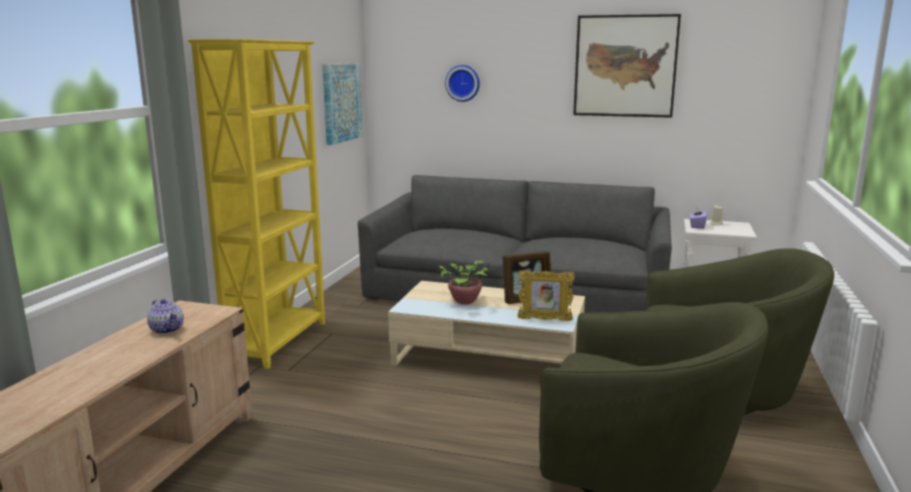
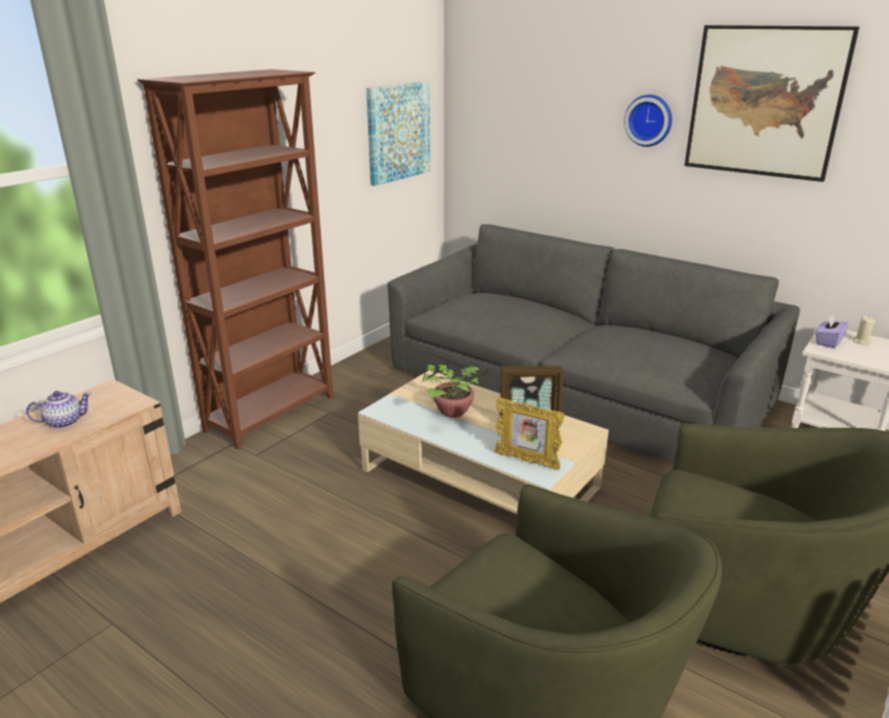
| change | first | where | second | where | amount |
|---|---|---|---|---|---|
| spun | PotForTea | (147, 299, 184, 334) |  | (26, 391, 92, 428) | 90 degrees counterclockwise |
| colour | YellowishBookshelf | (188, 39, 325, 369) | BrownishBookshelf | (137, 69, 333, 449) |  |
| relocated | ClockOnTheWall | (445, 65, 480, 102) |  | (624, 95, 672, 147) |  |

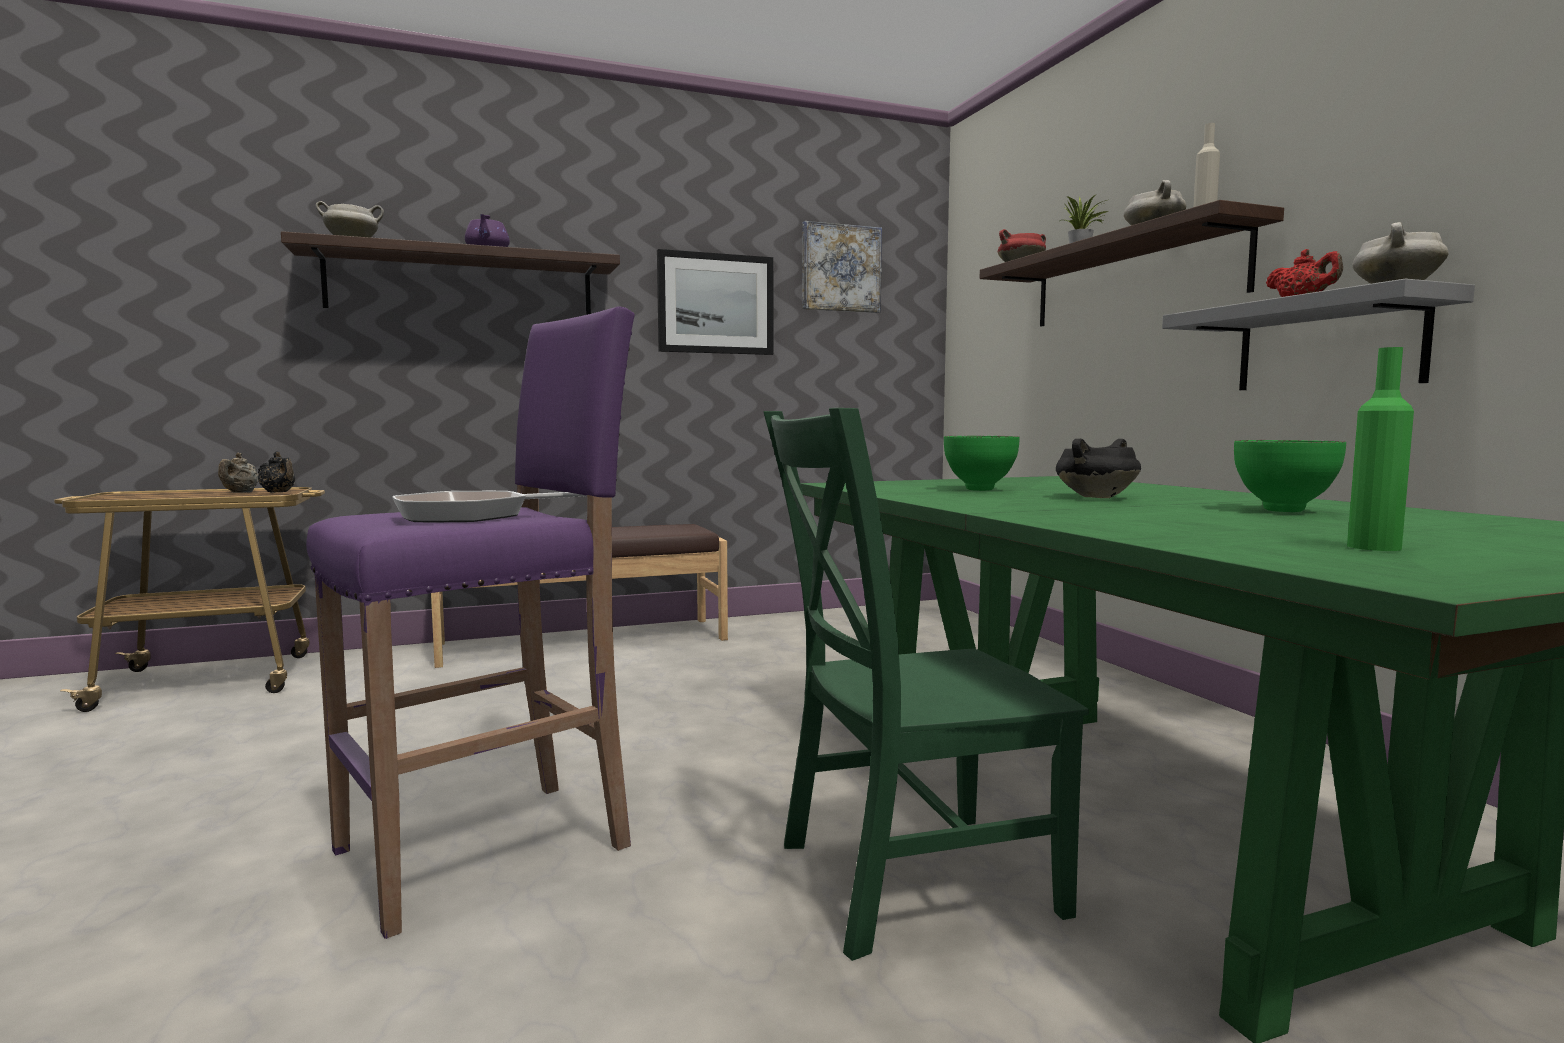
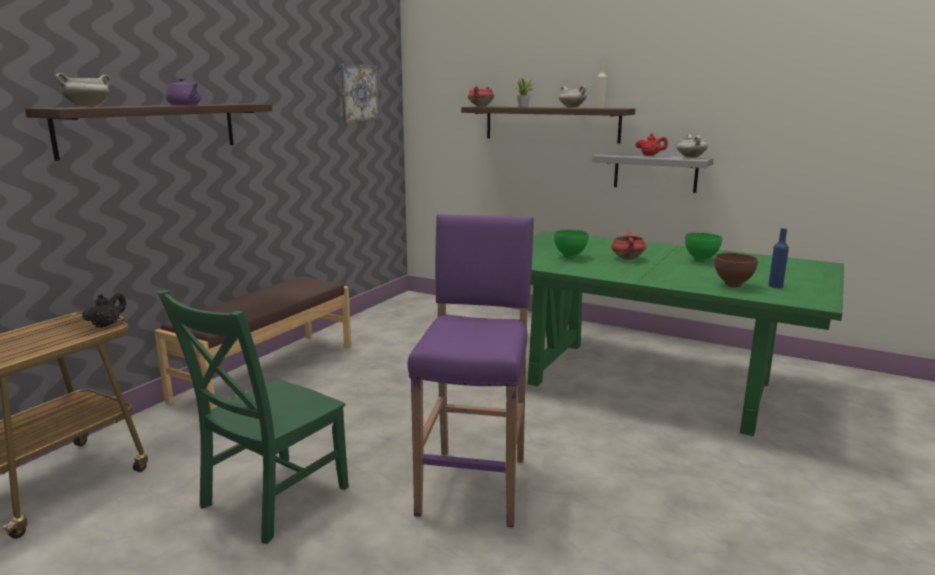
| change | first | where | second | where | amount |
|---|---|---|---|---|---|
| spun | BlackishPotForTea | (258, 451, 295, 493) |  | (82, 293, 127, 328) | 60 degrees counterclockwise |
| relocated | GreenPlainChair | (763, 408, 1089, 961) |  | (157, 290, 349, 544) |  |
| colour | BlackishCookingPot | (1056, 439, 1141, 498) | RedCookingPot | (611, 231, 646, 260) |  |
| appeared |  |  | BrownishBowl | (715, 253, 758, 287) |  |
| colour | GreenDrinkBottle | (1347, 347, 1414, 551) | BlueDrinkBottle | (768, 228, 789, 288) |  |
| missing | BeigeColouredPotForTea | (218, 453, 258, 493) |  |  |  |
| missing | Skillet | (393, 491, 587, 522) |  |  |  |
| missing | WallArt | (657, 249, 773, 355) |  |  |  |

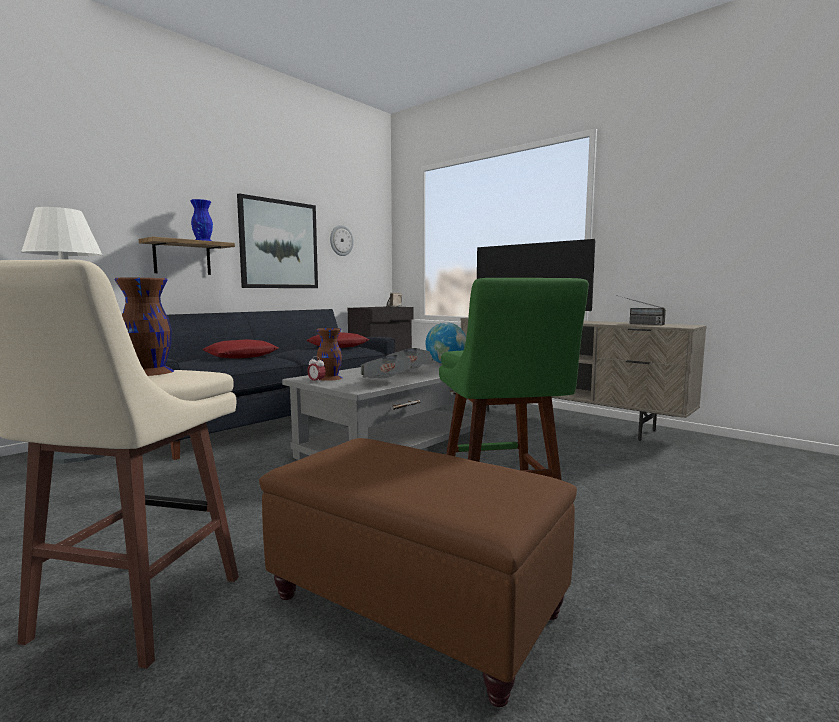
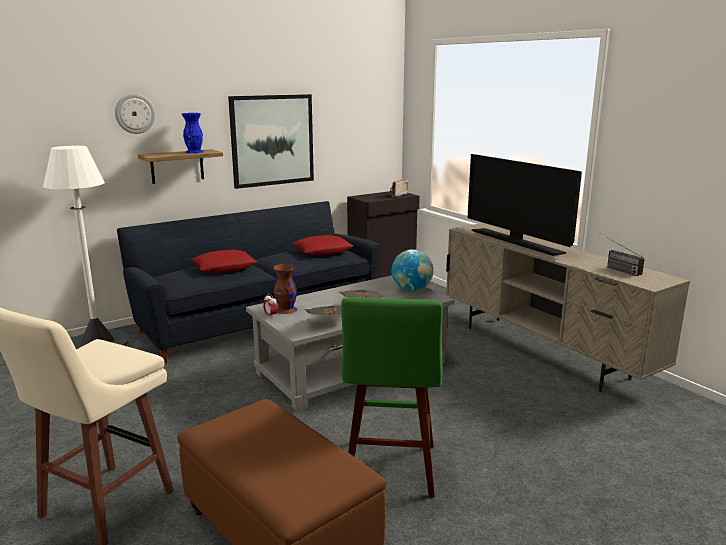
| change | first | where | second | where | amount |
|---|---|---|---|---|---|
| relocated | ClockOnTheWall | (330, 225, 354, 256) |  | (115, 93, 155, 134) |  |
| missing | BrownishFlowerVase | (114, 278, 174, 376) |  |  |  |

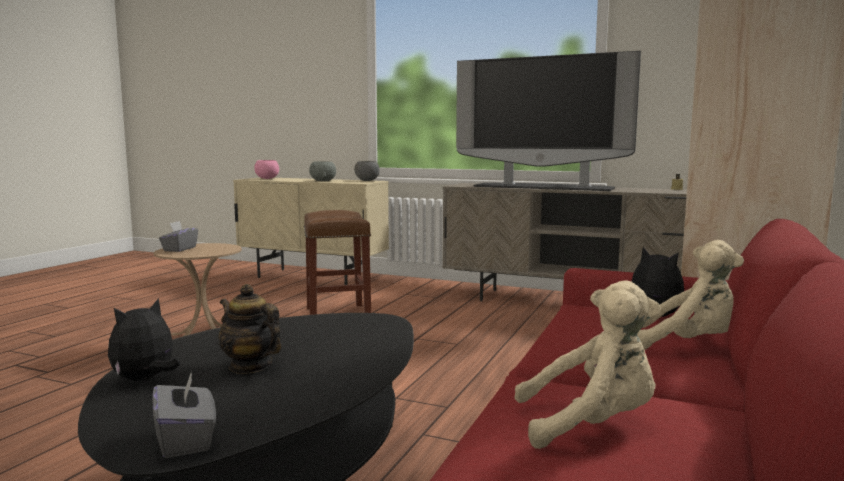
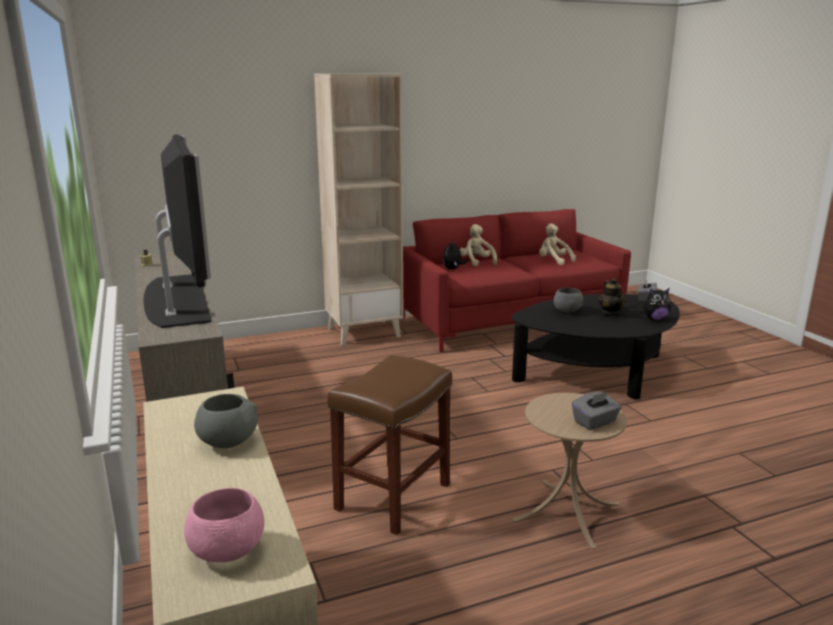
| change | first | where | second | where | amount |
|---|---|---|---|---|---|
| relocated | GreyishBowl | (354, 161, 380, 181) |  | (553, 288, 583, 313) |  |

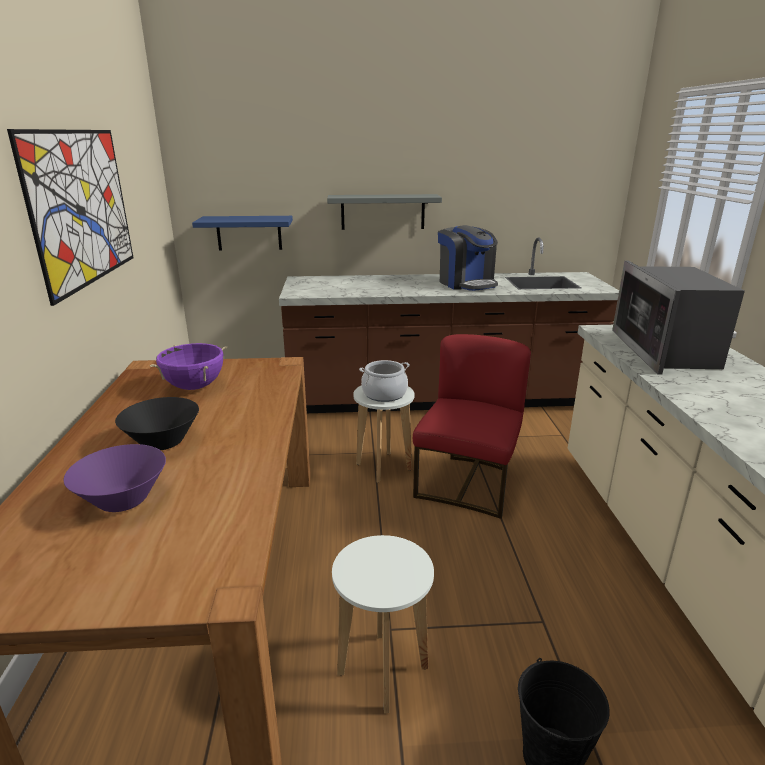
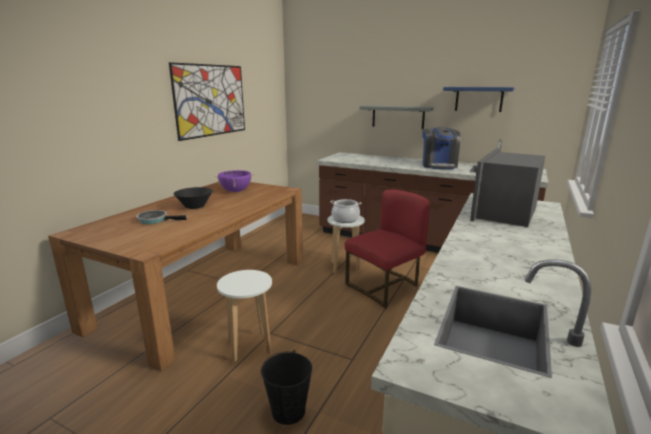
| change | first | where | second | where | amount |
|---|---|---|---|---|---|
| exchanged | PurpleColouredBowl | (64, 444, 166, 512) | Skillet | (136, 210, 187, 224) |  |
| relocated | BlueBracketShelf | (192, 216, 293, 251) |  | (443, 87, 515, 112) |  |

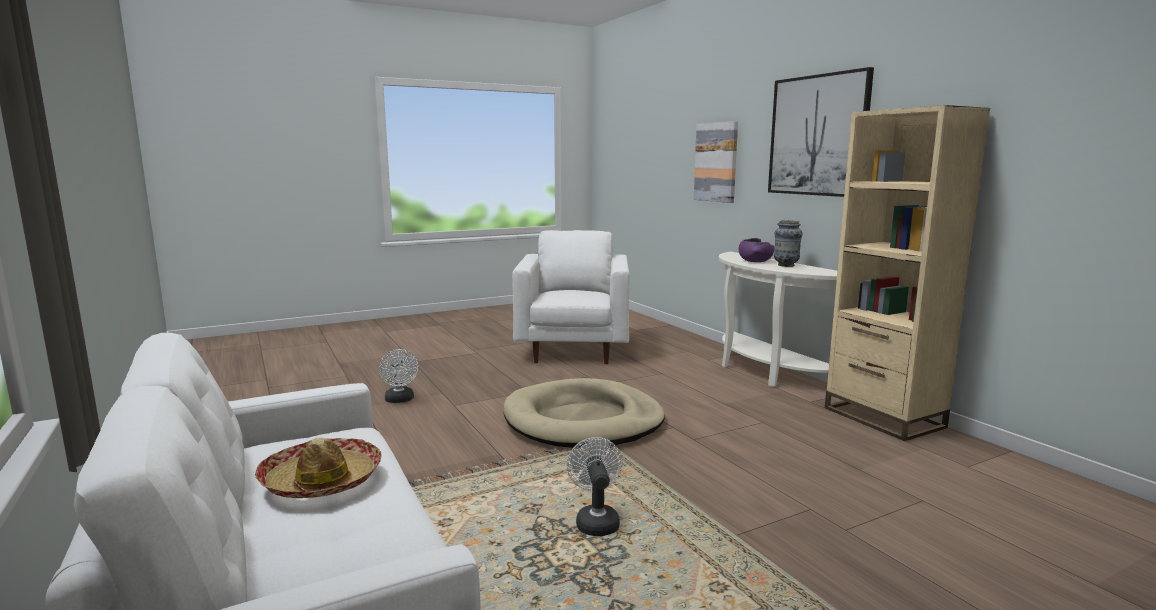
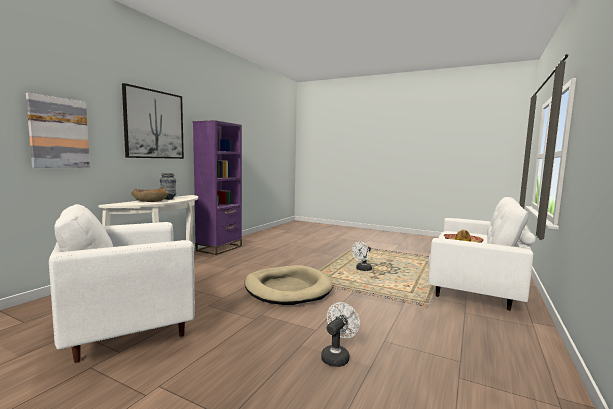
| change | first | where | second | where | amount |
|---|---|---|---|---|---|
| colour | PurpleColouredBowl | (739, 238, 775, 262) | BrownishBowl | (131, 187, 169, 202) |  |
| colour | BeigeColouredBookshelf | (825, 105, 990, 441) | PurpleColouredBookshelf | (193, 120, 242, 255) |  |

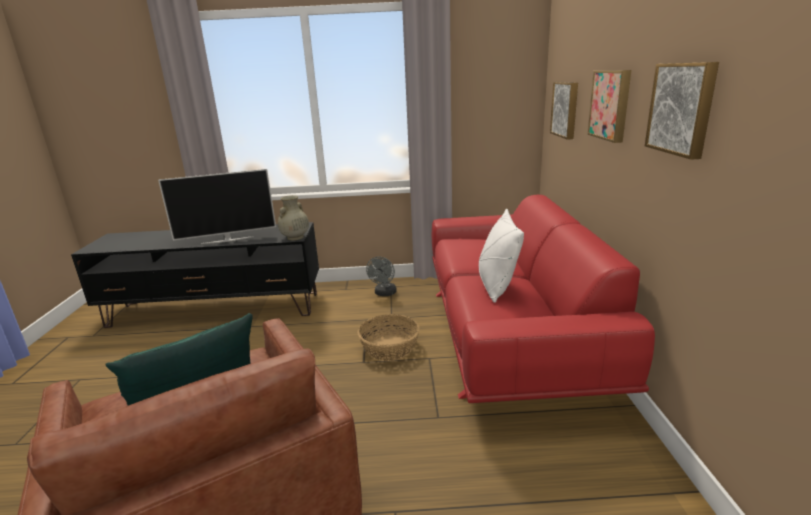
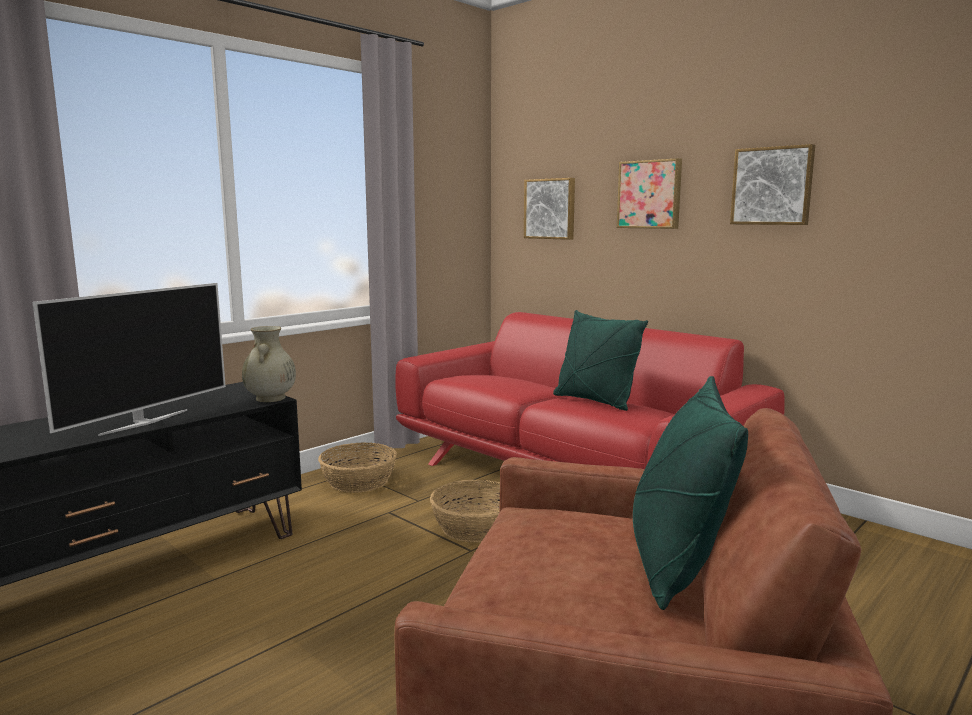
| change | first | where | second | where | amount |
|---|---|---|---|---|---|
| exchanged | GreyishCoolingFan | (366, 257, 397, 296) | Basket | (318, 442, 397, 493) |  |
| colour | WhitishCushion | (479, 209, 524, 303) | GreenCushion | (553, 310, 648, 411) |  |

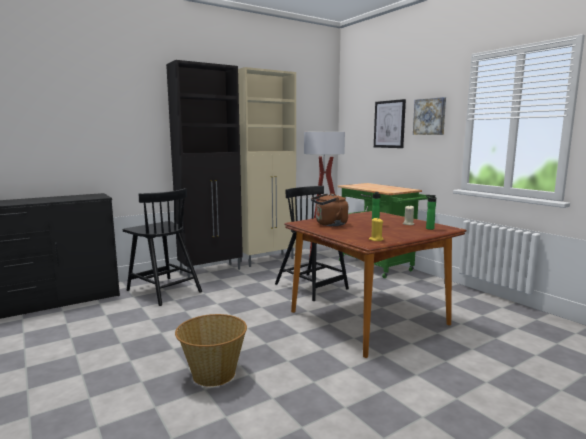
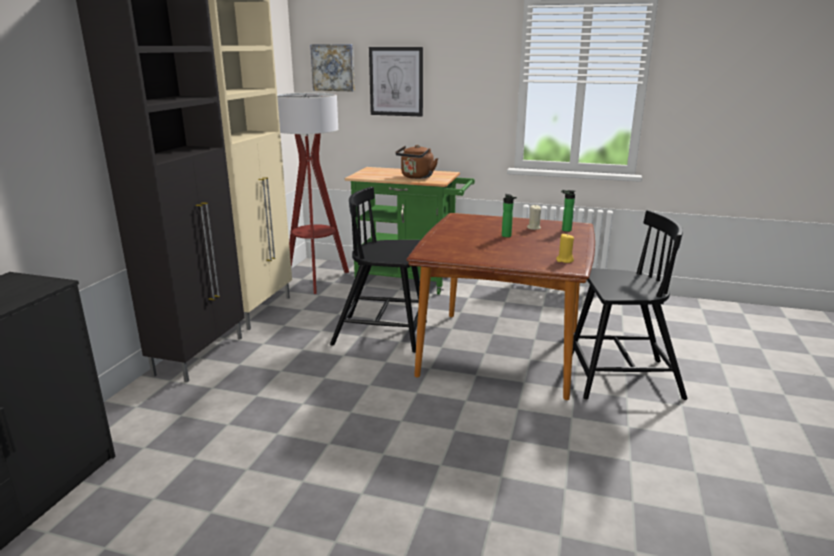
| change | first | where | second | where | amount |
|---|---|---|---|---|---|
| relocated | WallArt | (413, 97, 446, 135) |  | (310, 44, 355, 92) |  |
| relocated | BrownishTeaKettle | (311, 193, 348, 226) |  | (395, 145, 438, 179) |  |
| relocated | BlackishPlainChair | (123, 188, 202, 306) |  | (572, 210, 687, 400) |  |
| missing | Basket | (175, 314, 247, 387) |  |  |  |

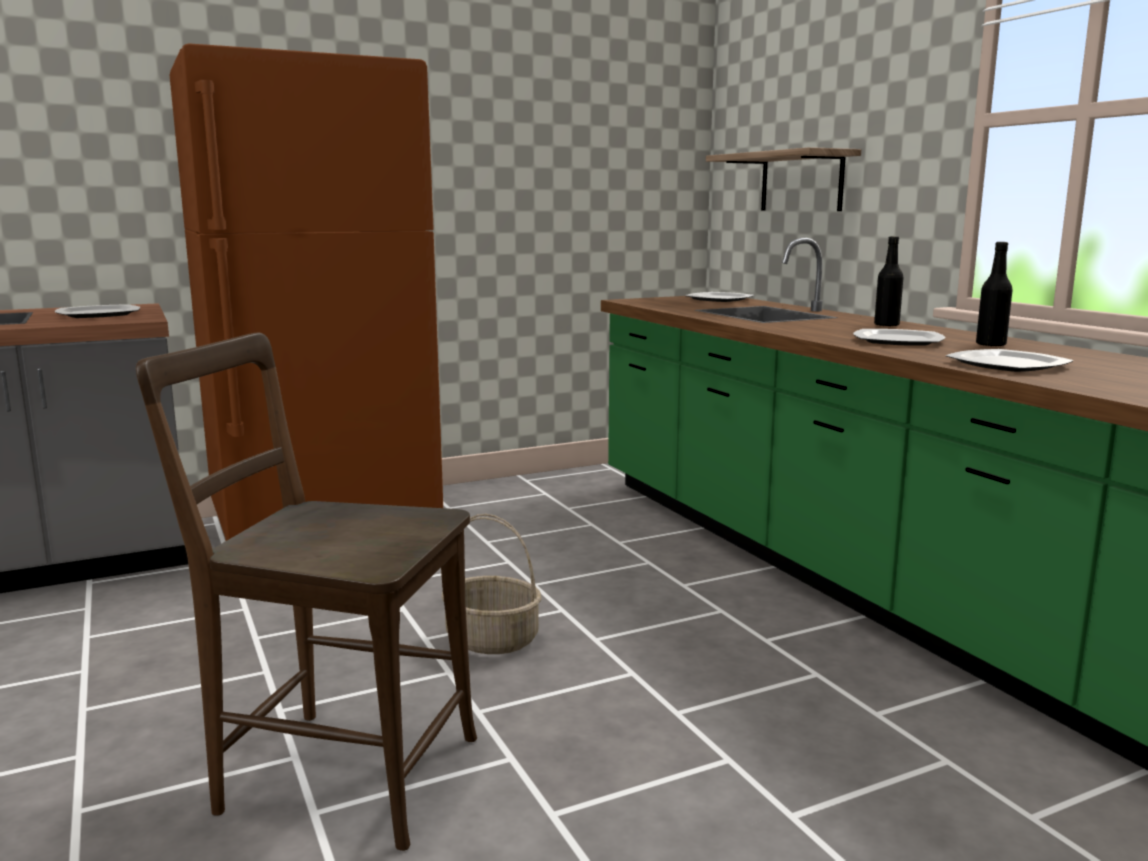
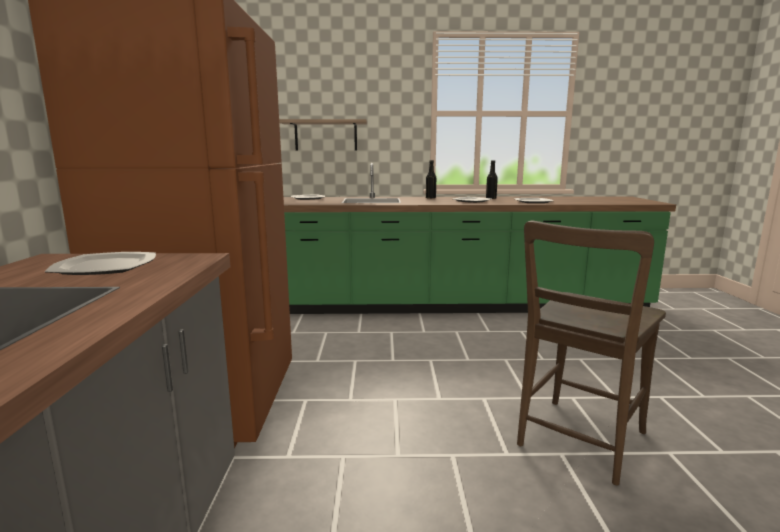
| change | first | where | second | where | amount |
|---|---|---|---|---|---|
| missing | Basket | (441, 514, 542, 654) |  |  |  |

